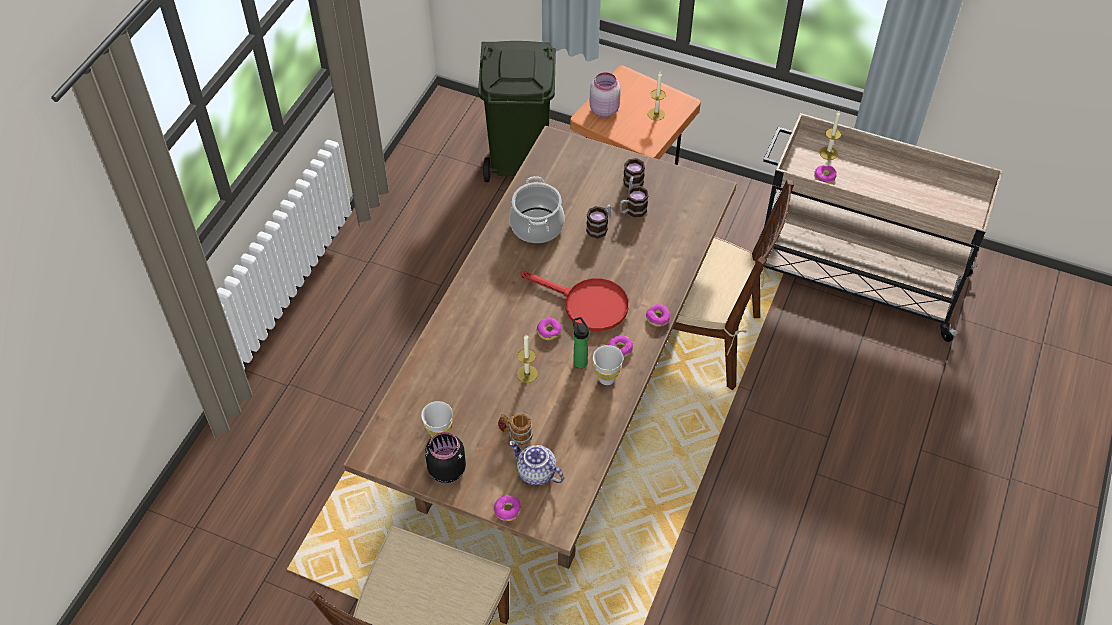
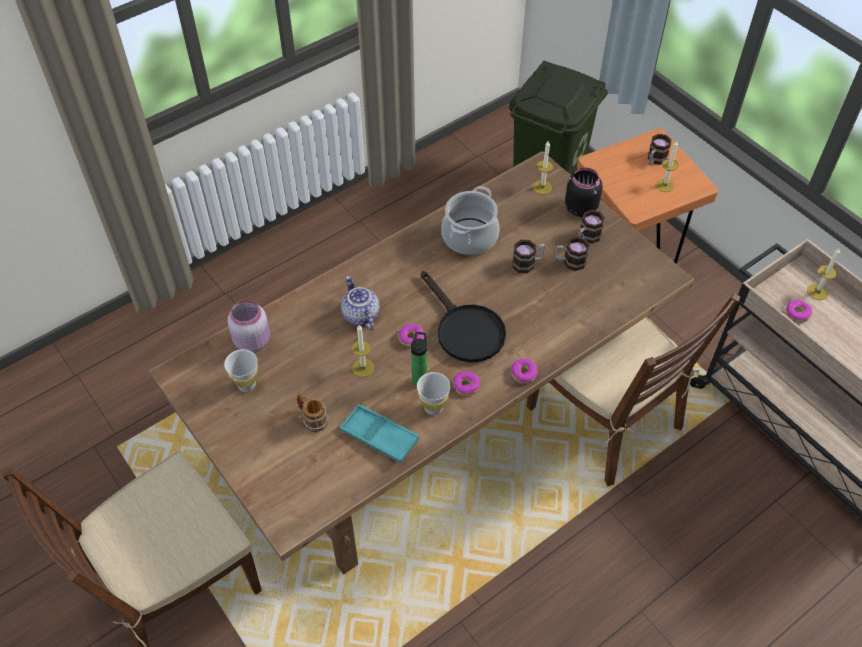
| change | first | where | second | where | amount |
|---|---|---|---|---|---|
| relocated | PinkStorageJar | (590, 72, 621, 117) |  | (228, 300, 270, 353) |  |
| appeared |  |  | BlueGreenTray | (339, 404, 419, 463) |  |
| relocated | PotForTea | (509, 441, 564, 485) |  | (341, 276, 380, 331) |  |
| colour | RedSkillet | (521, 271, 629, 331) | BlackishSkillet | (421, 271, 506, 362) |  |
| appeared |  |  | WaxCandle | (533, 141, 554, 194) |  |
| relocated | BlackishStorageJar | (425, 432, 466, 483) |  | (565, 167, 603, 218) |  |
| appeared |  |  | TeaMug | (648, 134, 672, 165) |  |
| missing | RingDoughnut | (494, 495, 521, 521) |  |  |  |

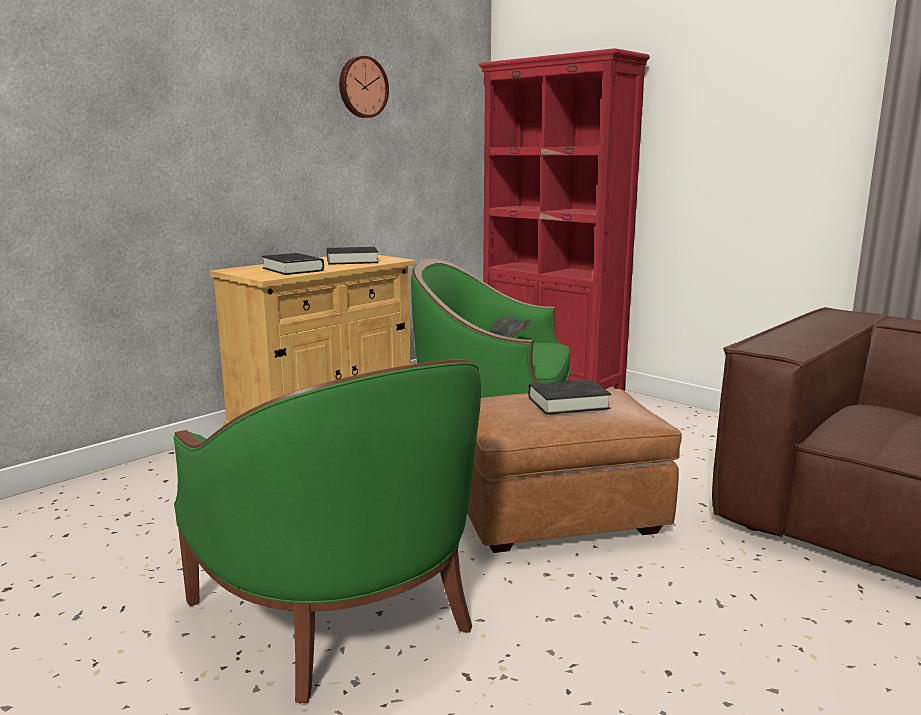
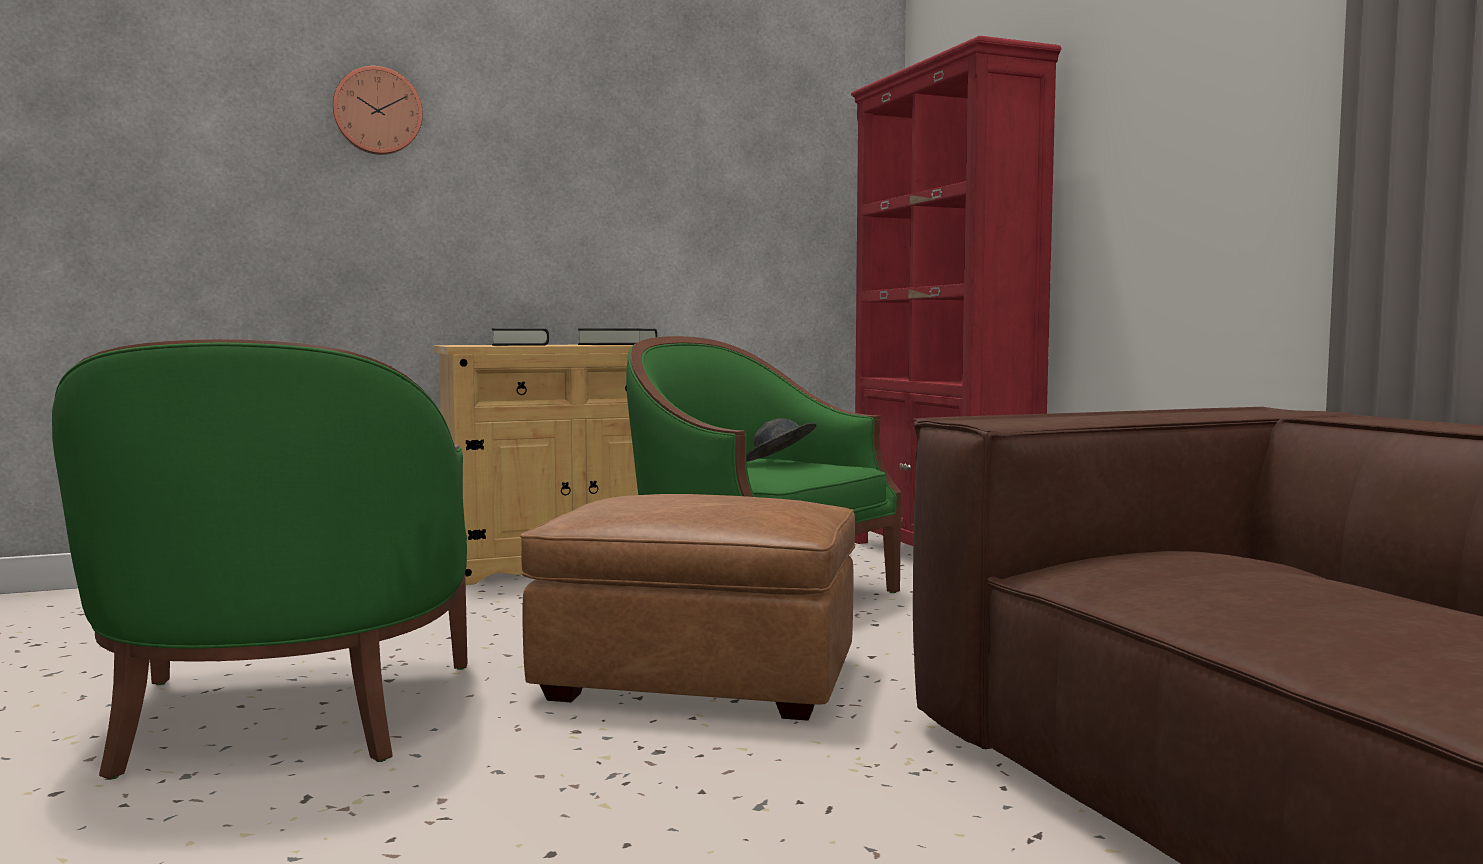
| change | first | where | second | where | amount |
|---|---|---|---|---|---|
| relocated | ClockOnTheWall | (339, 56, 389, 118) |  | (332, 66, 423, 155) |  |
| missing | BlackishBoundBook | (528, 379, 611, 415) |  |  |  |

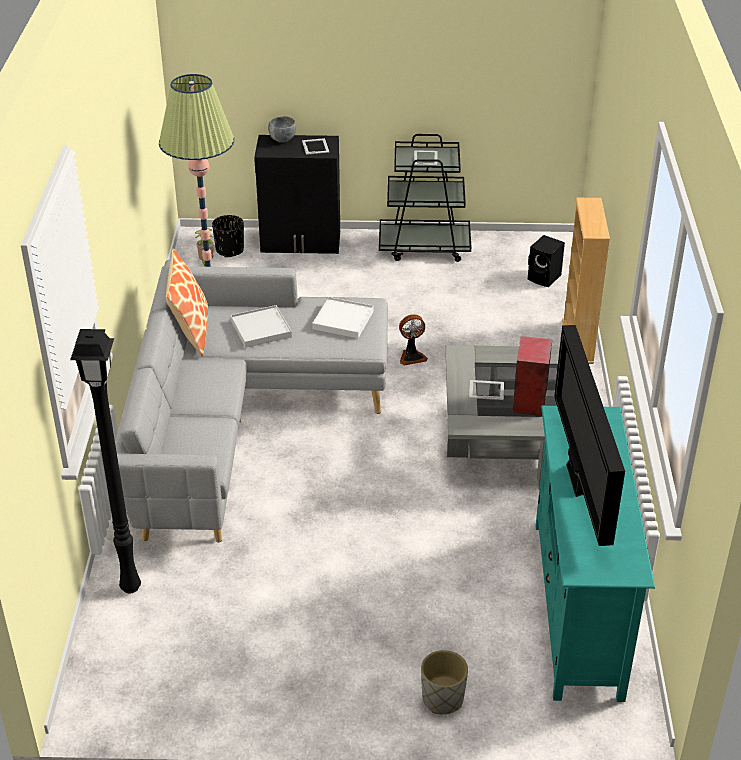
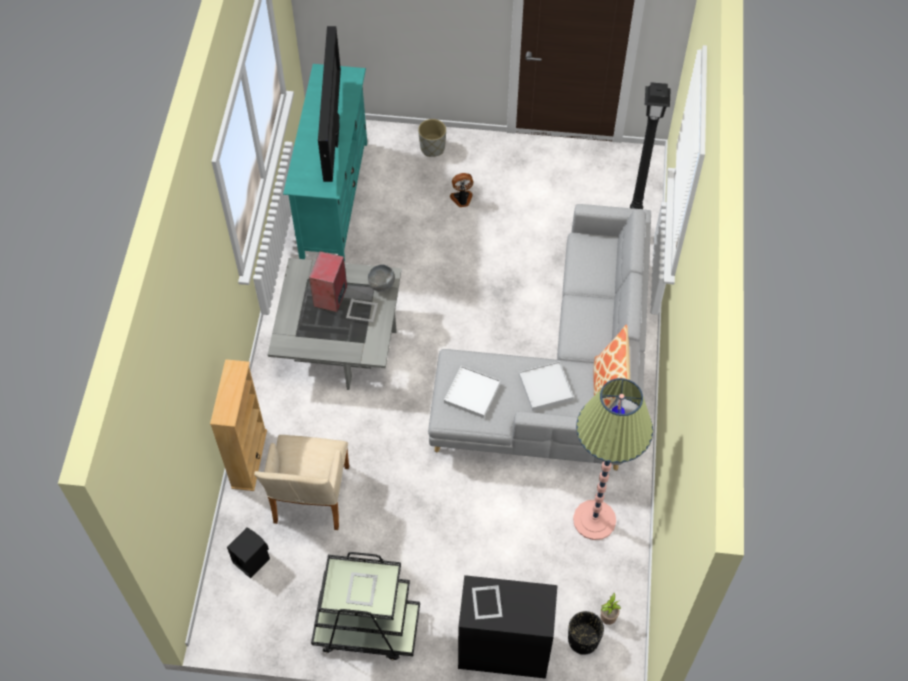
| change | first | where | second | where | amount |
|---|---|---|---|---|---|
| appeared |  |  | BeigeColouredArmchair | (254, 435, 349, 530) |  |
| relocated | GreyishBowl | (268, 116, 296, 143) |  | (368, 264, 395, 292) |  |
| relocated | CoolingFan | (399, 314, 428, 365) |  | (450, 173, 473, 207) |  |

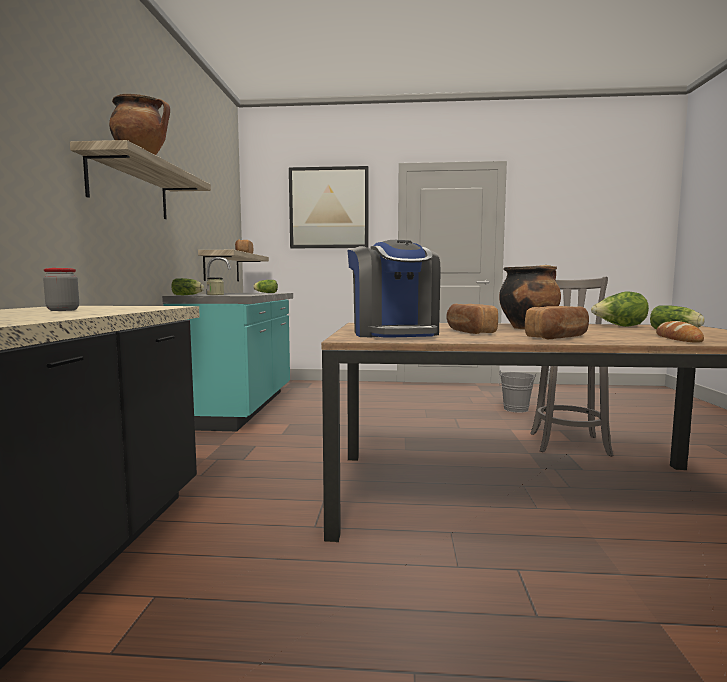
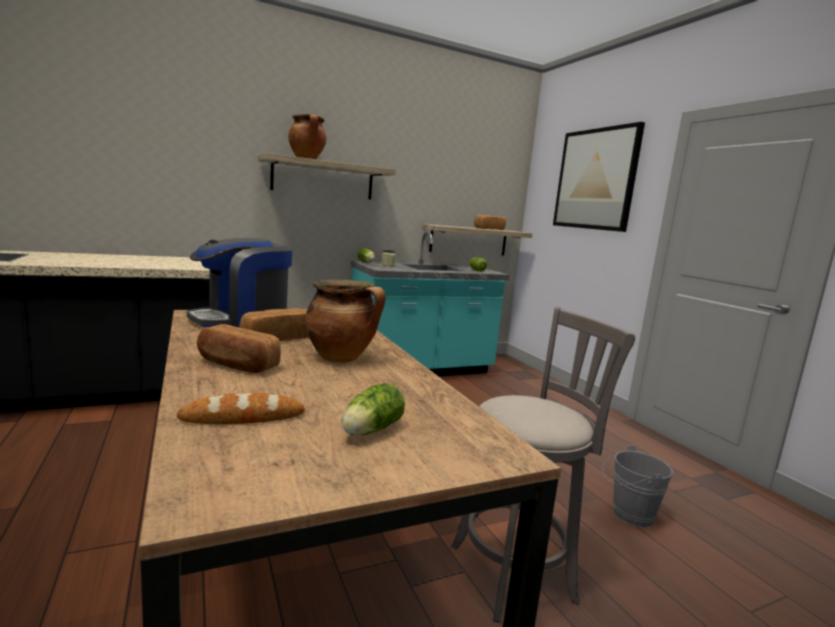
| change | first | where | second | where | amount |
|---|---|---|---|---|---|
| missing | StorageJar | (43, 268, 79, 311) |  |  |  |
| missing | LettuceHead | (591, 291, 649, 327) |  |  |  |

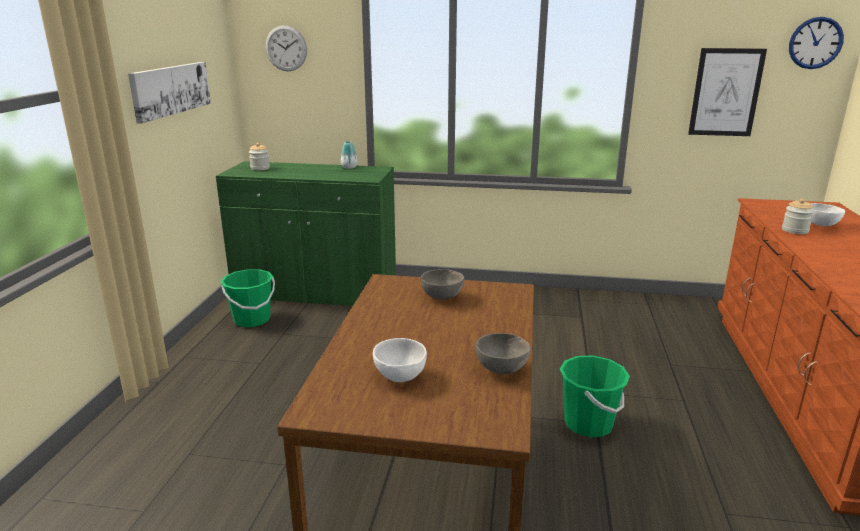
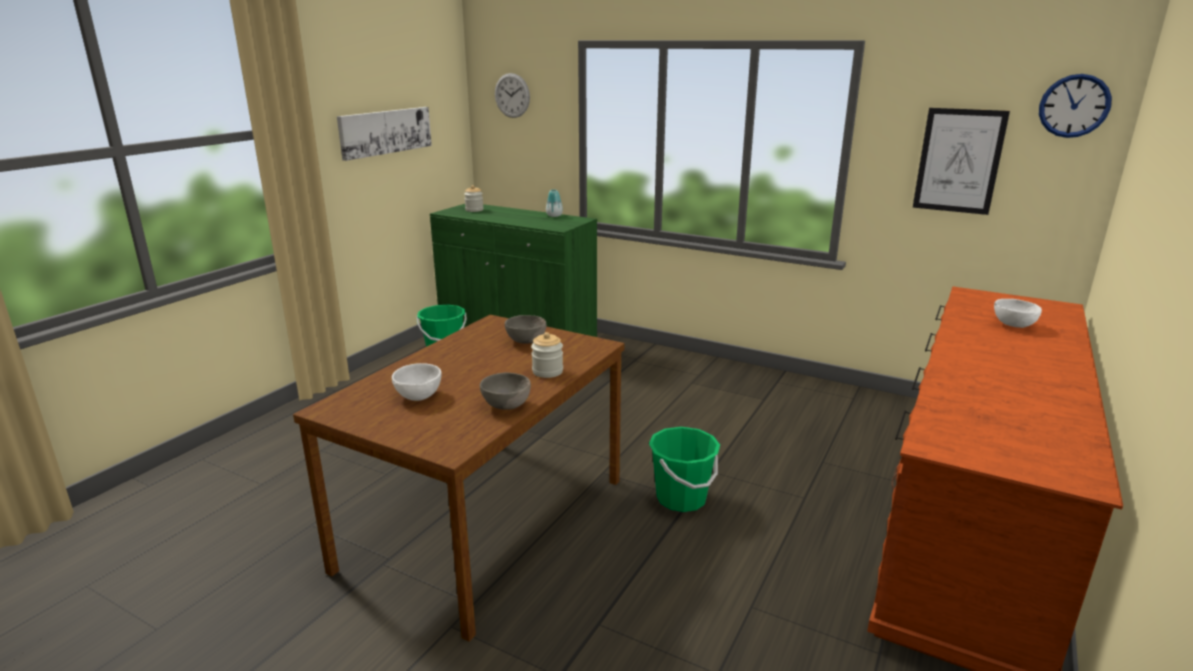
| change | first | where | second | where | amount |
|---|---|---|---|---|---|
| relocated | StorageJar | (782, 199, 814, 234) |  | (531, 332, 563, 378) |  |

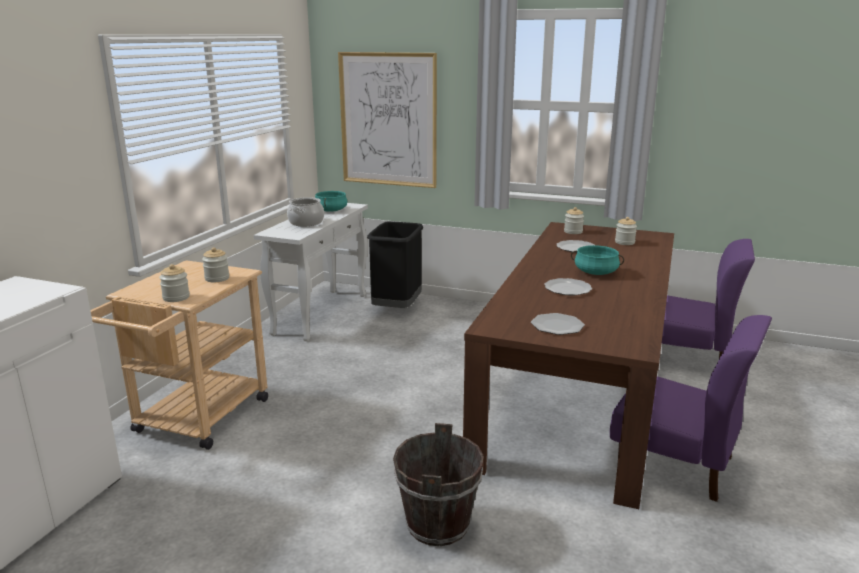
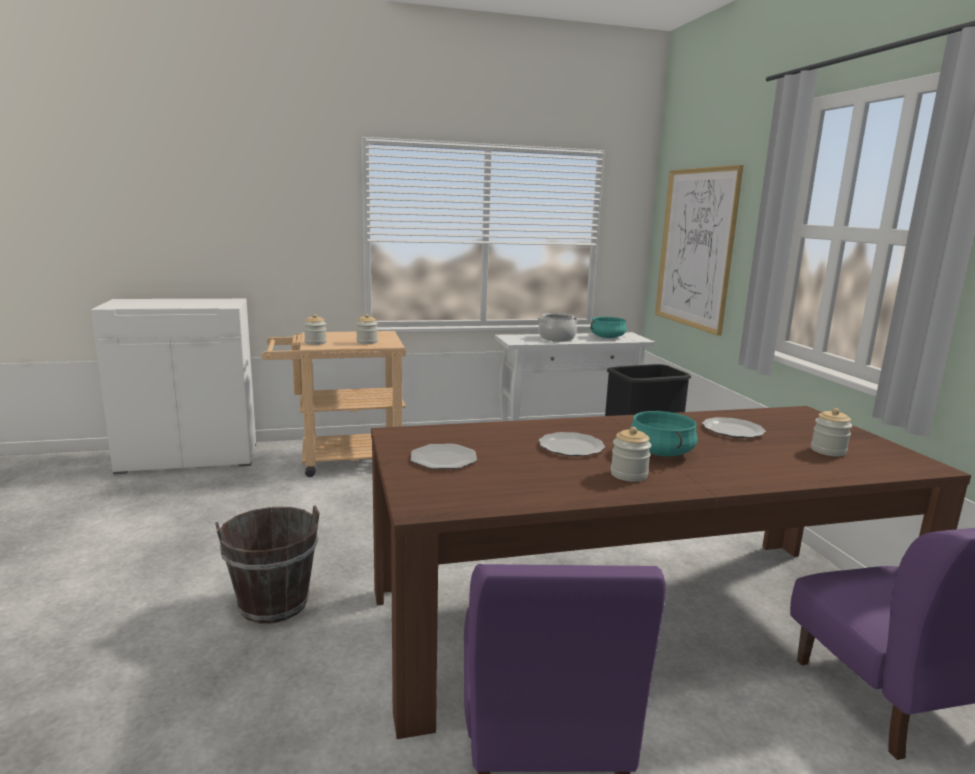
| change | first | where | second | where | amount |
|---|---|---|---|---|---|
| relocated | StorageJar | (564, 207, 584, 234) |  | (611, 427, 651, 482) |  |

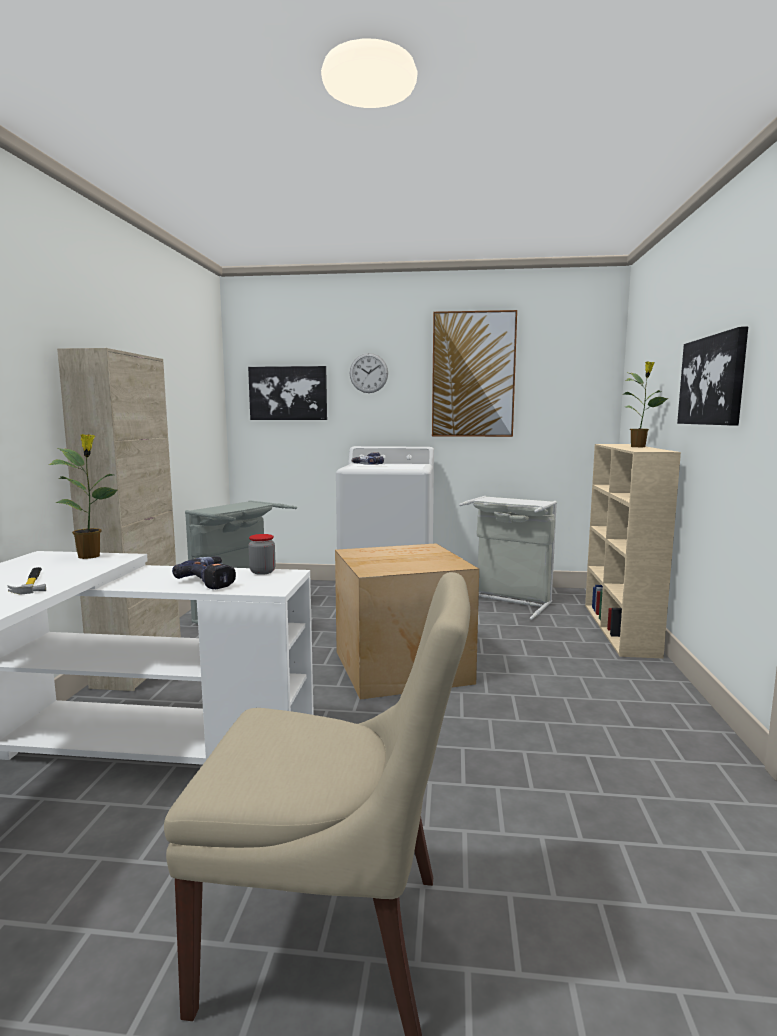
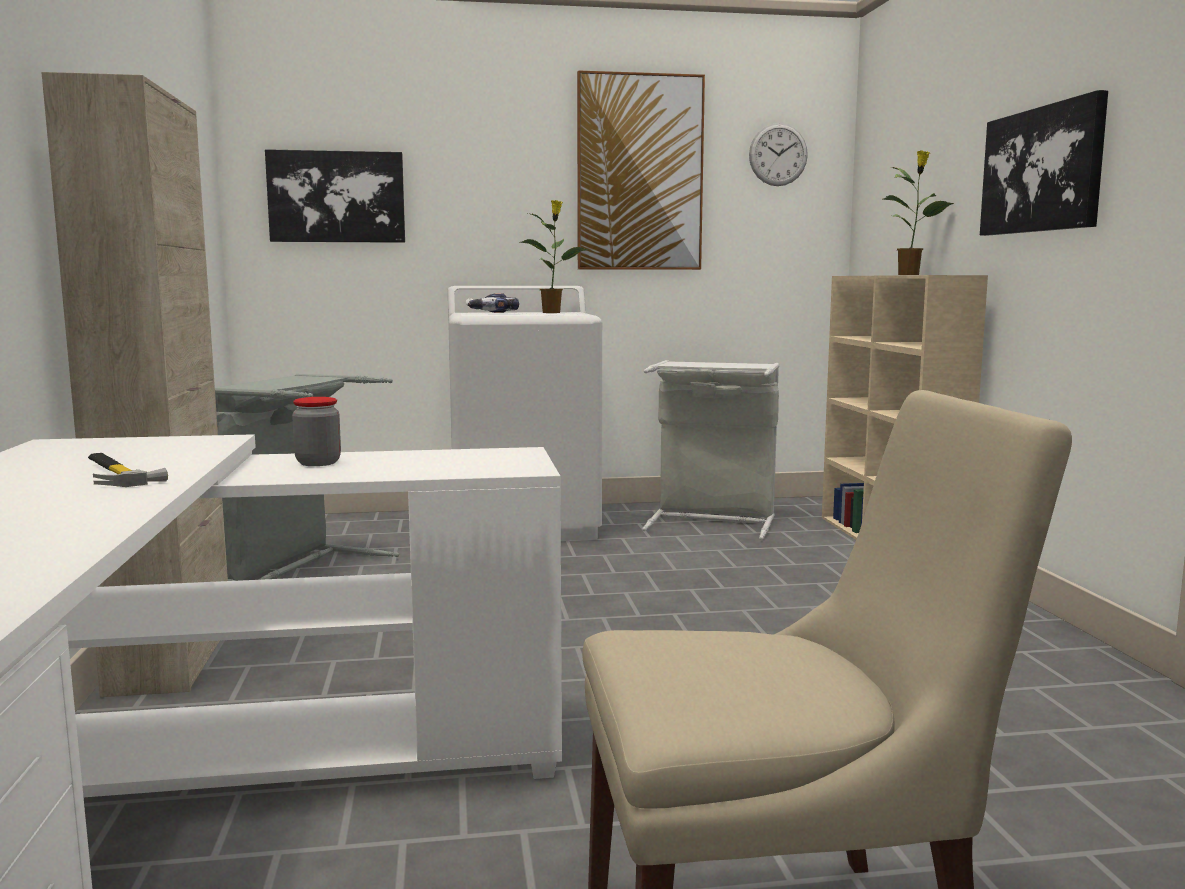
| change | first | where | second | where | amount |
|---|---|---|---|---|---|
| relocated | StorageJar | (248, 534, 276, 575) |  | (292, 397, 341, 466) |  |
| relocated | PottedPlant | (49, 434, 117, 559) |  | (520, 200, 589, 313) |  |
| relocated | ClockOnTheWall | (350, 353, 388, 393) |  | (749, 123, 808, 186) |  |
| missing | PowerDrill | (172, 556, 236, 589) |  |  |  |
| missing | PackingBox | (335, 543, 479, 700) |  |  |  |

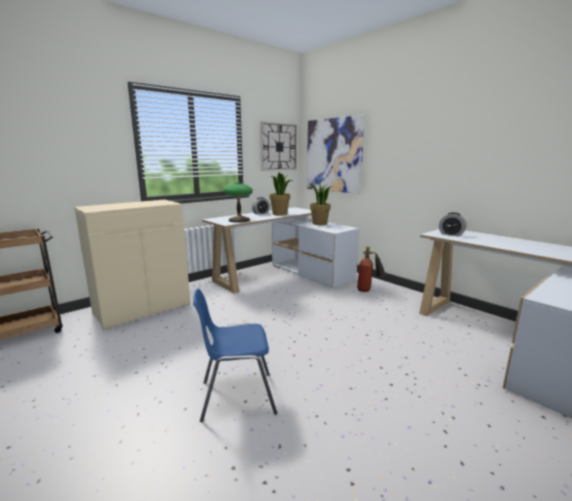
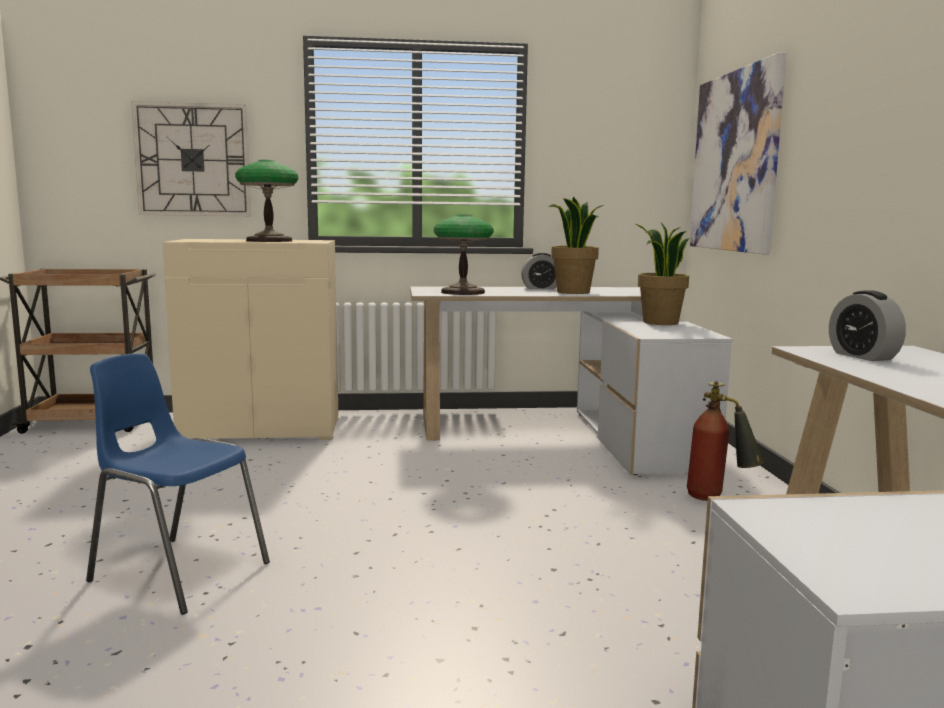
| change | first | where | second | where | amount |
|---|---|---|---|---|---|
| relocated | ClockOnTheWall | (260, 121, 297, 171) |  | (131, 101, 251, 216) |  |
| appeared |  |  | LampForATable | (235, 160, 298, 242) |  |

